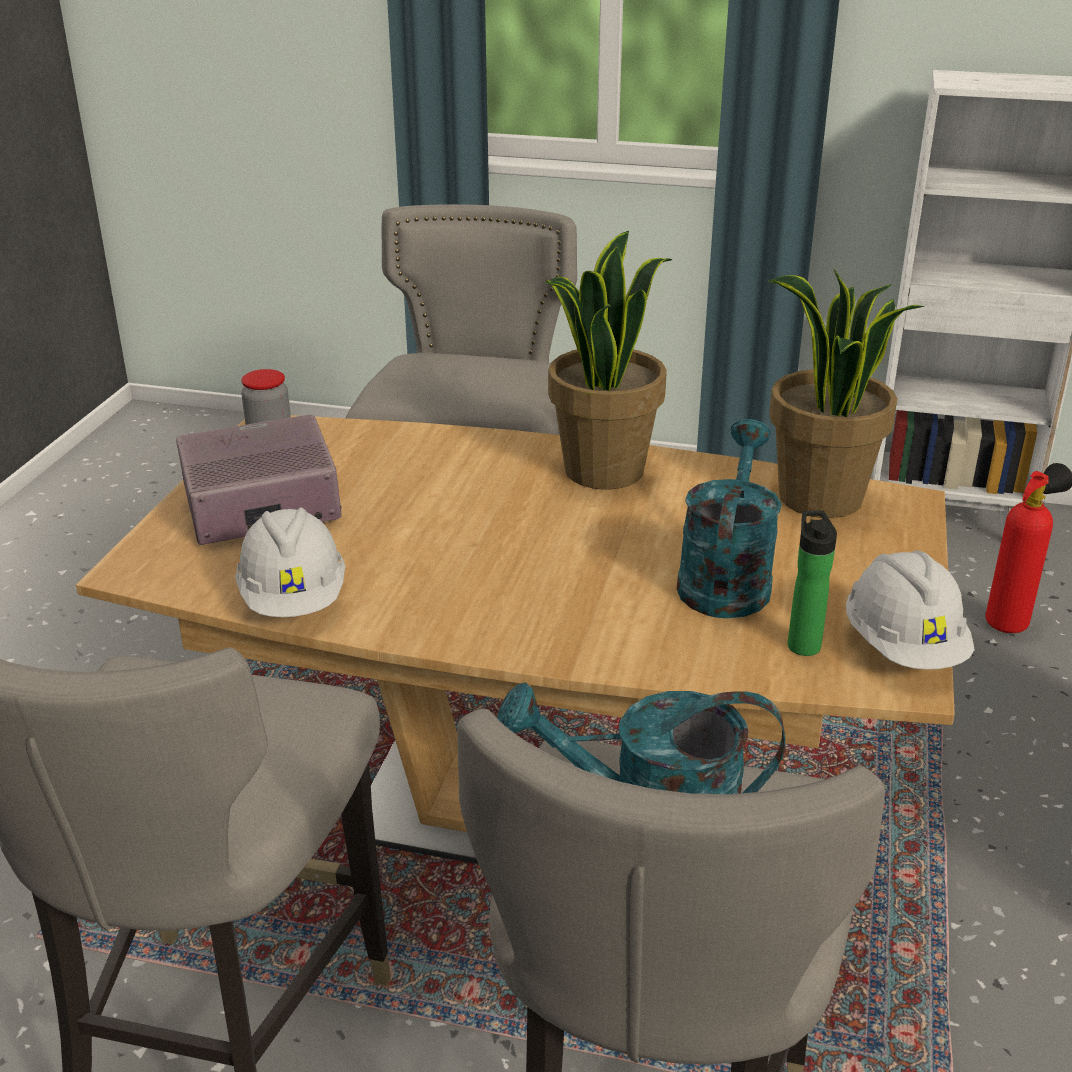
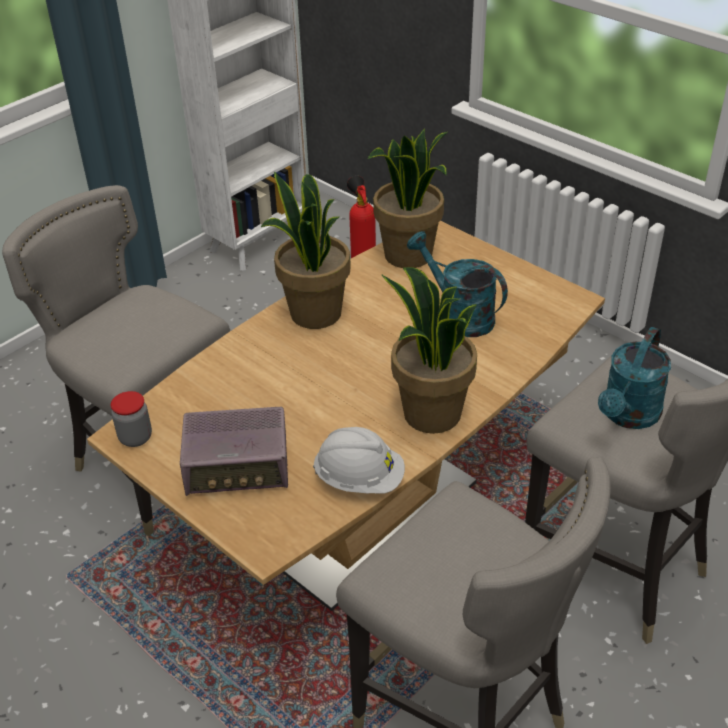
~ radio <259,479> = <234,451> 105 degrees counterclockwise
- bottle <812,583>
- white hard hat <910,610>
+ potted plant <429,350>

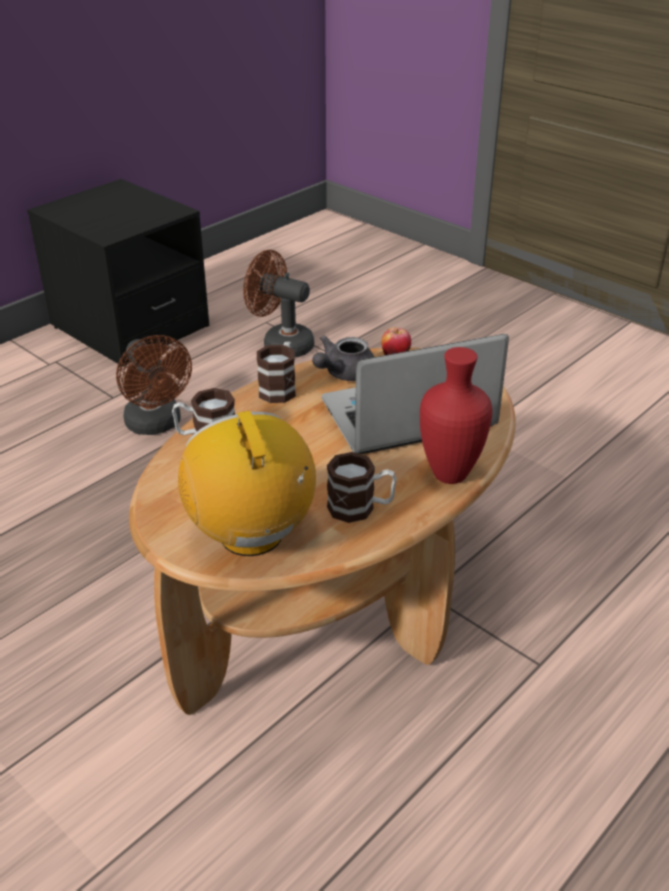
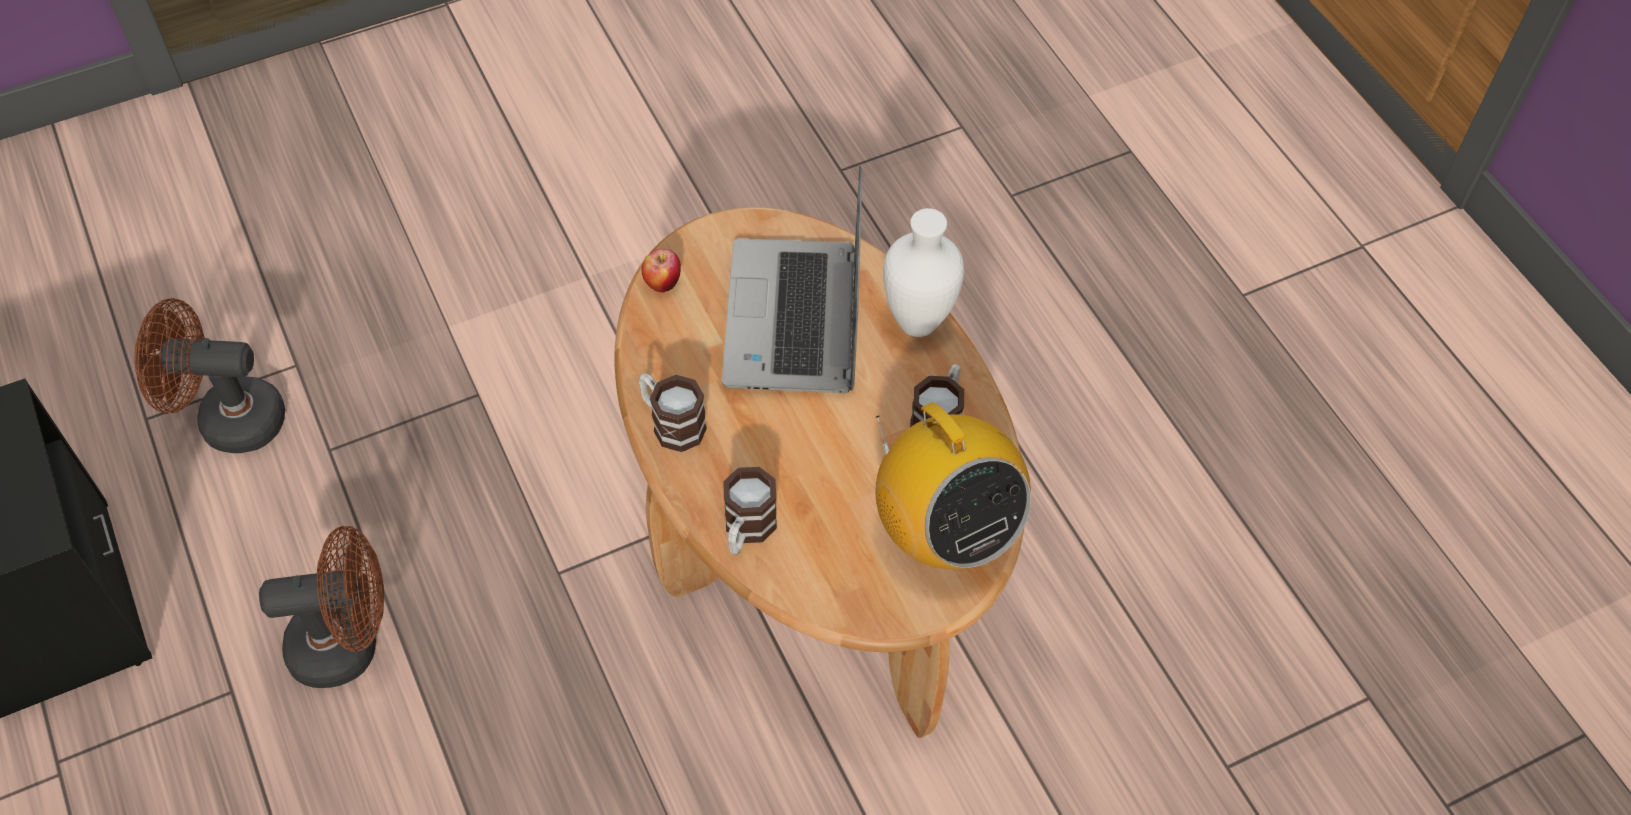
~ brown fan <278,303> = <209,375> 45 degrees clockwise
- grey teapot <343,358>
~ red vase <456,415> to white vase <923,272>
~ radio <247,483> = <953,485> 120 degrees counterclockwise

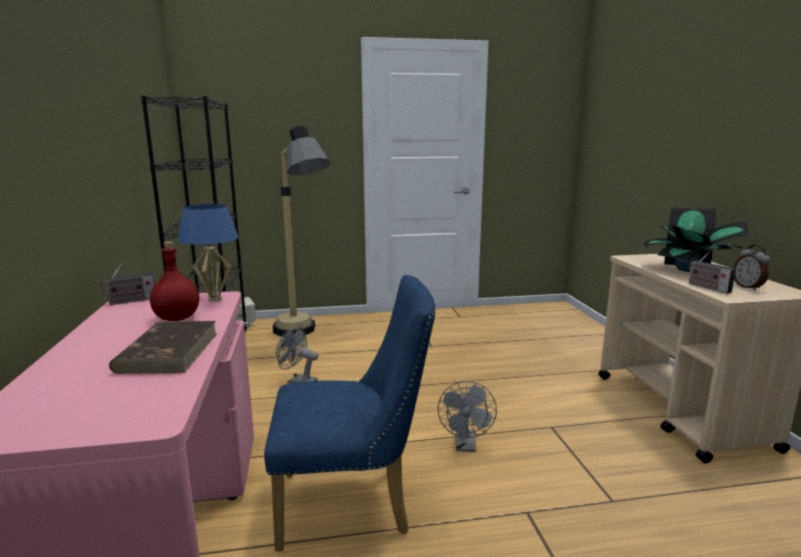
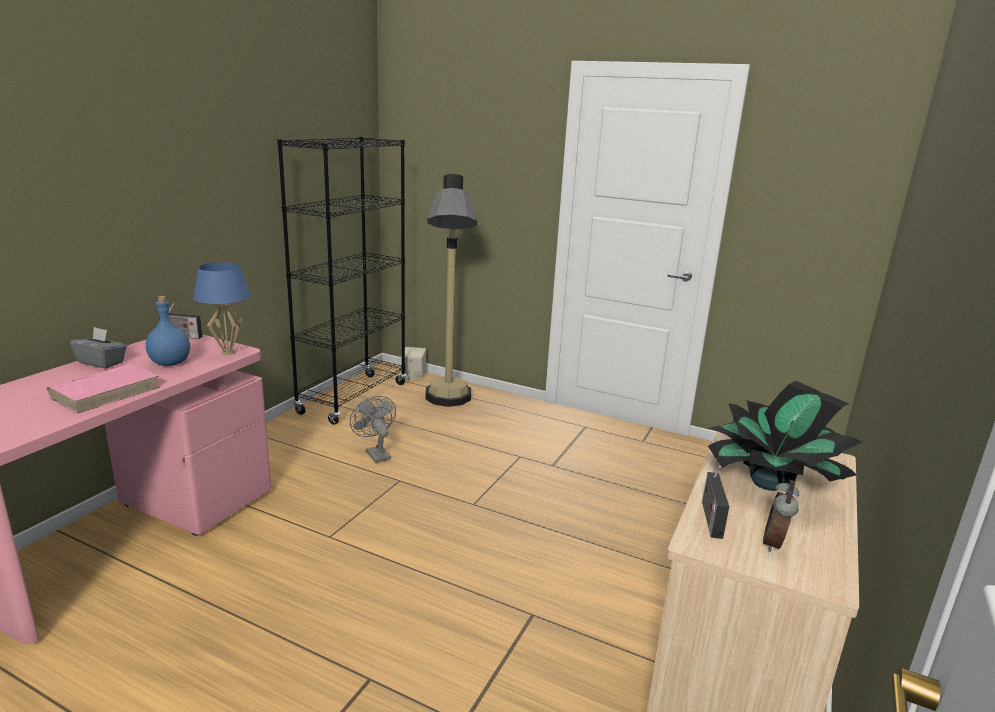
~ red bottle <174,281> to blue bottle <168,331>
- blue chair <350,413>
~ brown book <163,347> to pink book <103,389>
- grey fan <467,416>
+ grey tissue box <98,348>

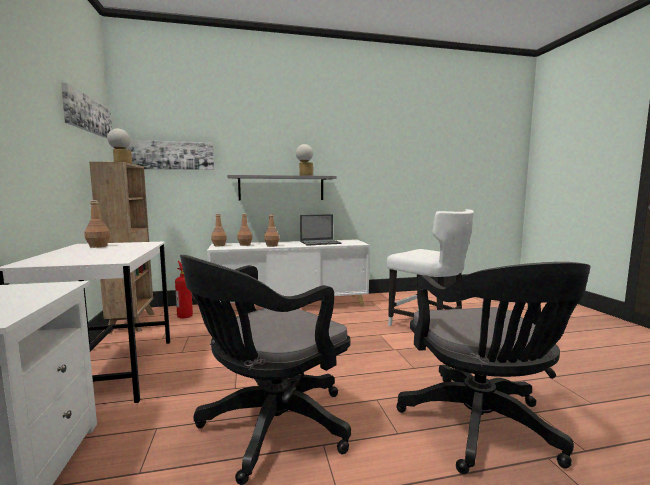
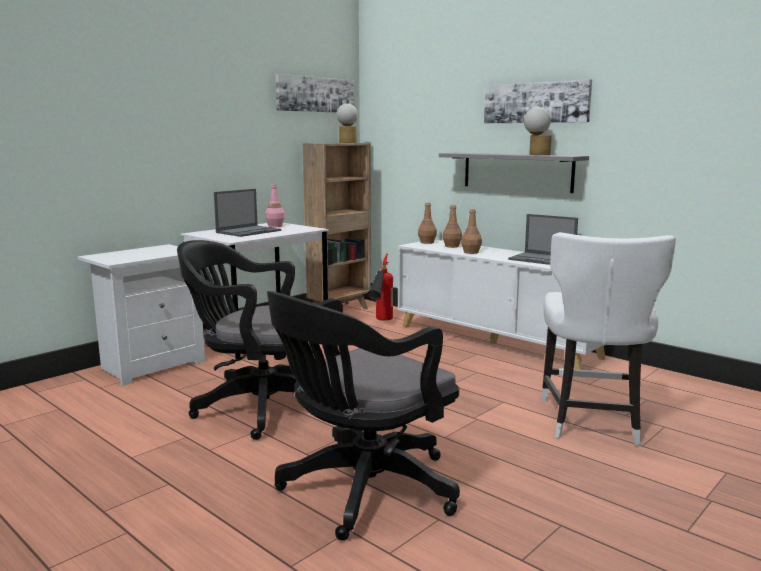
~ picture <170,155> to <538,101>
~ brown bottle <97,224> to pink bottle <275,205>
+ laptop <247,213>

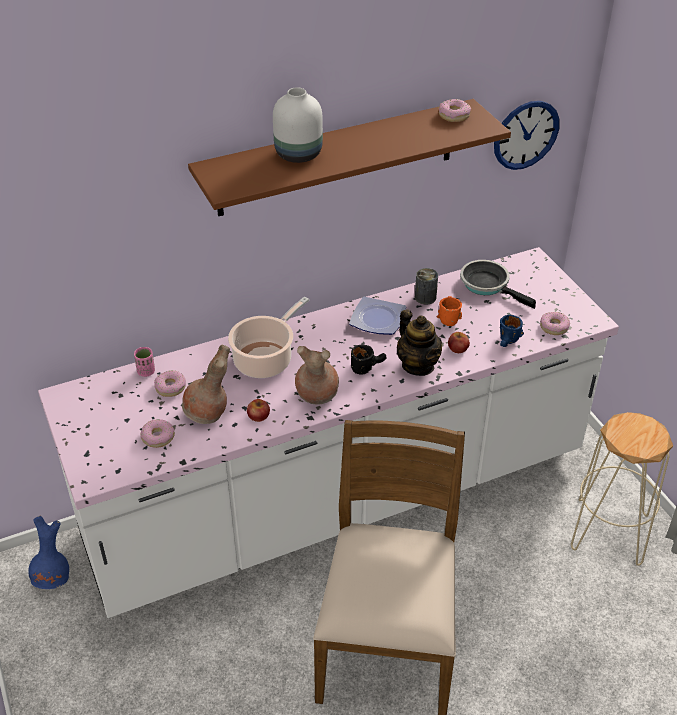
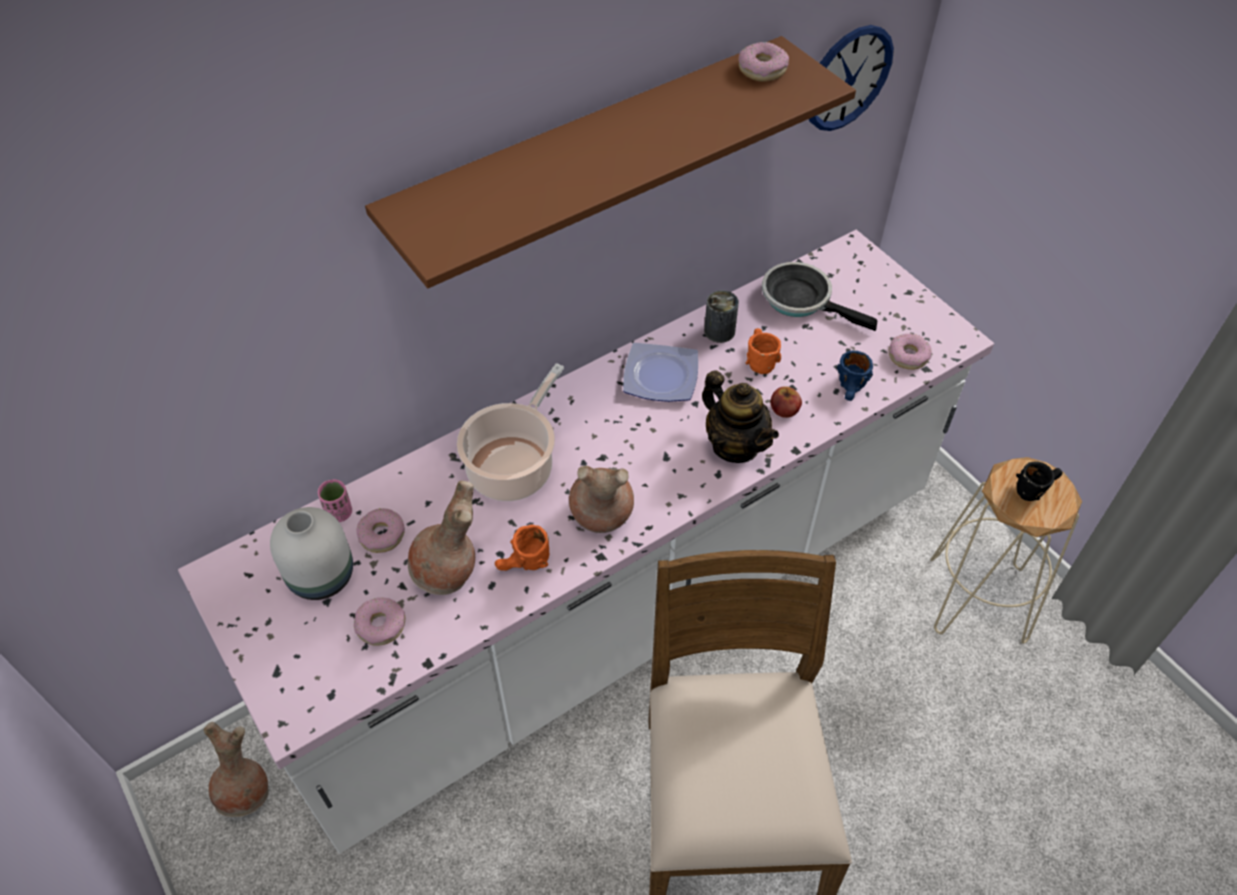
~ white vase <298,125> to <311,553>
~ black mug <369,360> to <1039,481>
~ apple <258,410> to orange mug <522,547>
~ blue vase <48,552> to brown vase <236,769>

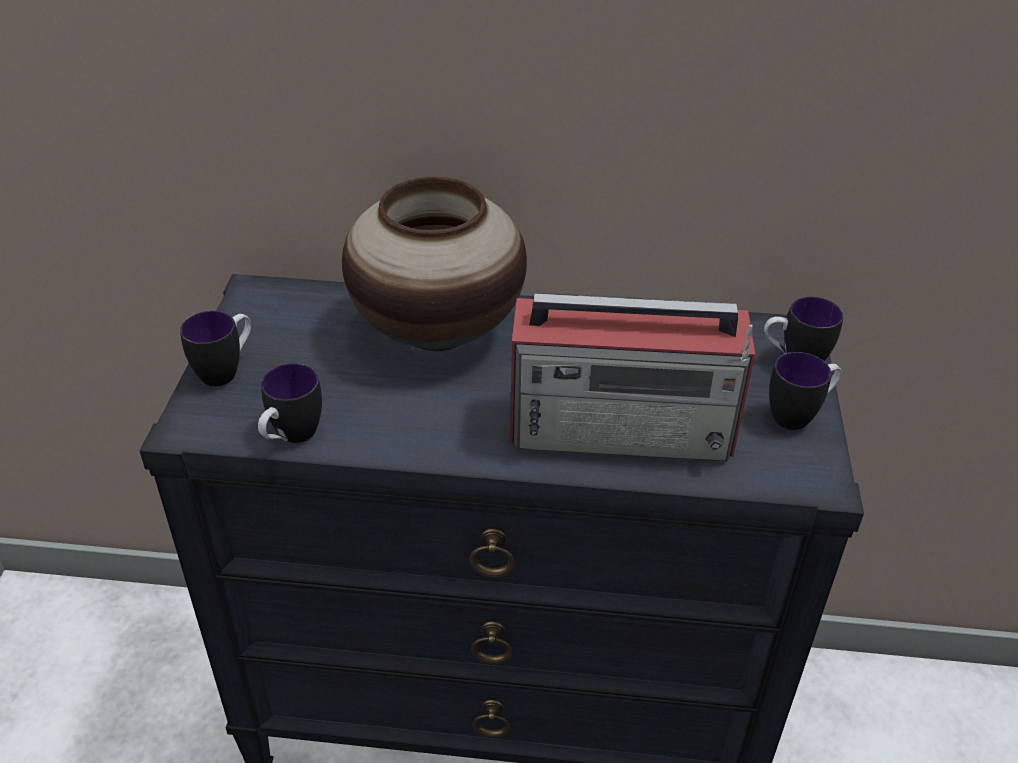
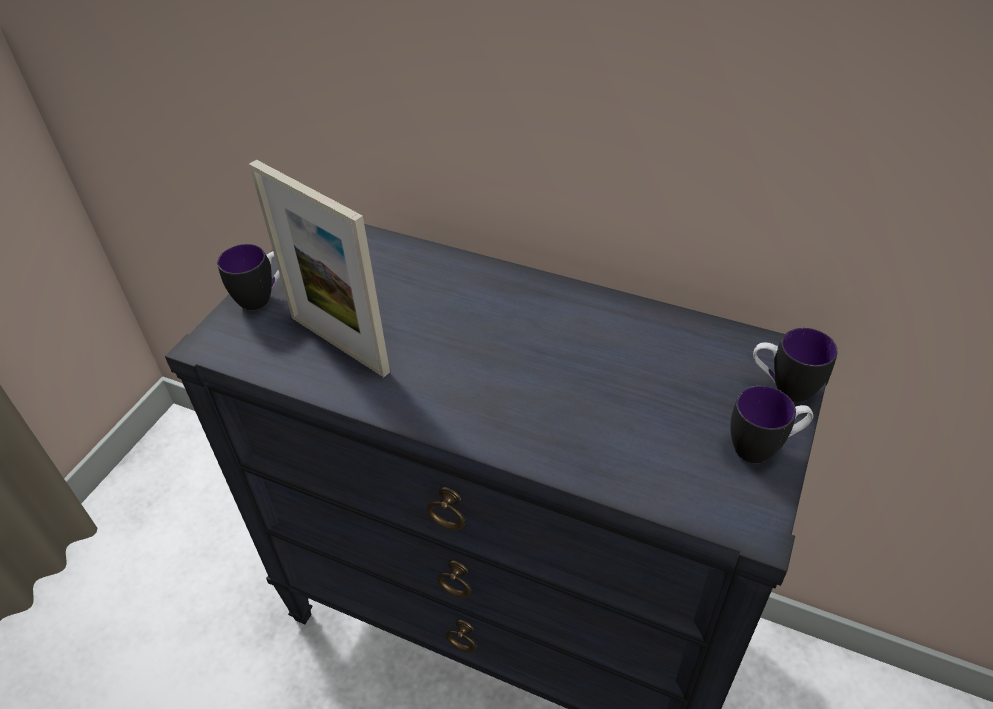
- vase <434,264>
- radio <632,377>
- mug <290,403>
+ picture frame <319,268>

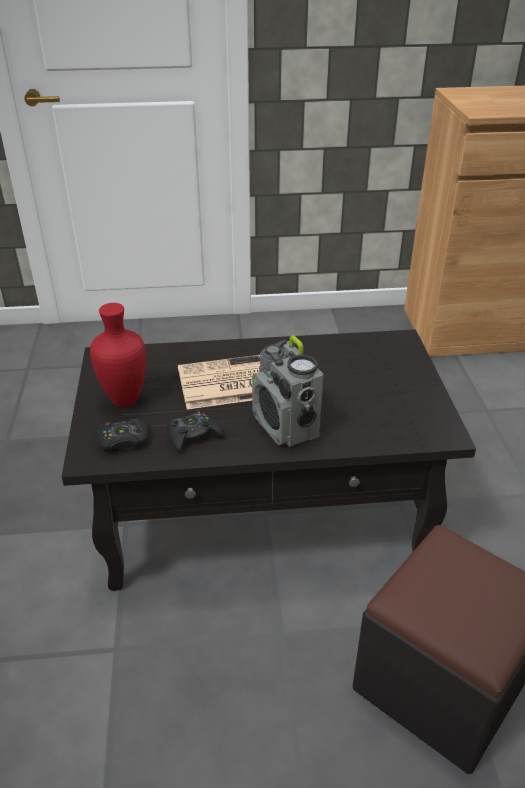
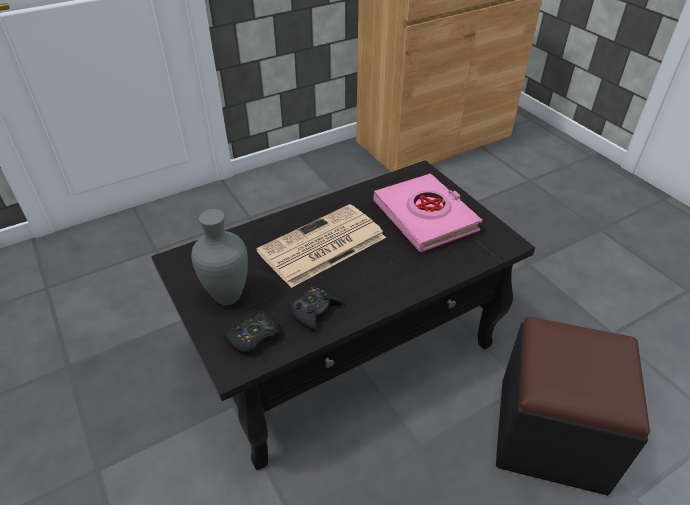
~ red vase <118,355> to grey vase <219,257>
- radio <287,391>
+ pink book <427,212>

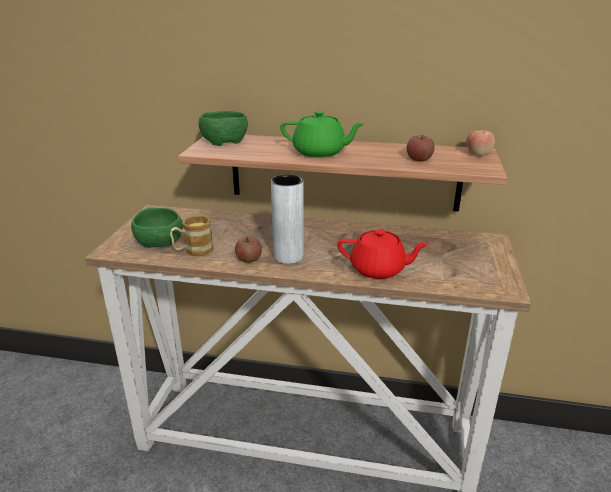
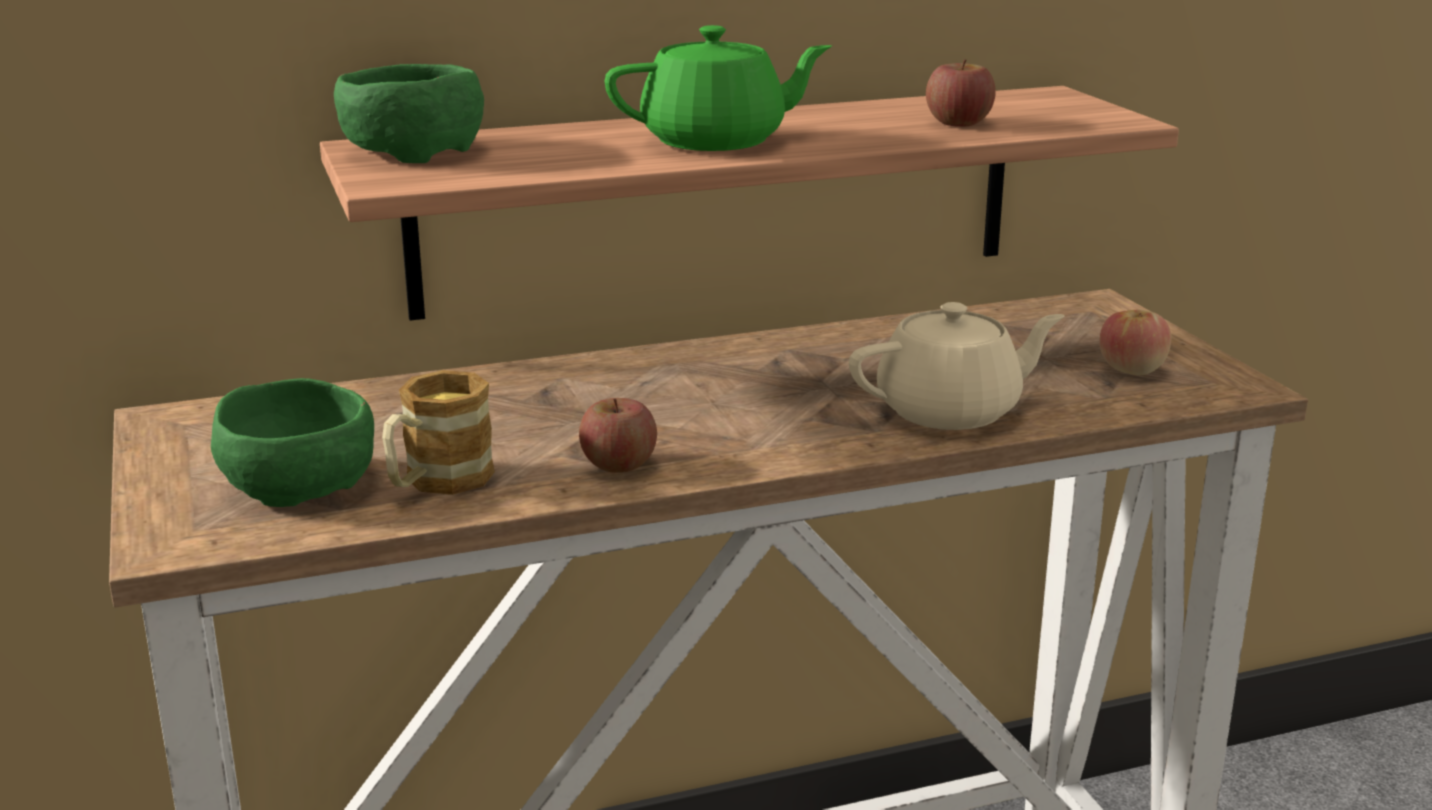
~ apple <480,143> to <1135,342>
- grey vase <287,219>
~ red teapot <383,254> to beige teapot <957,366>

